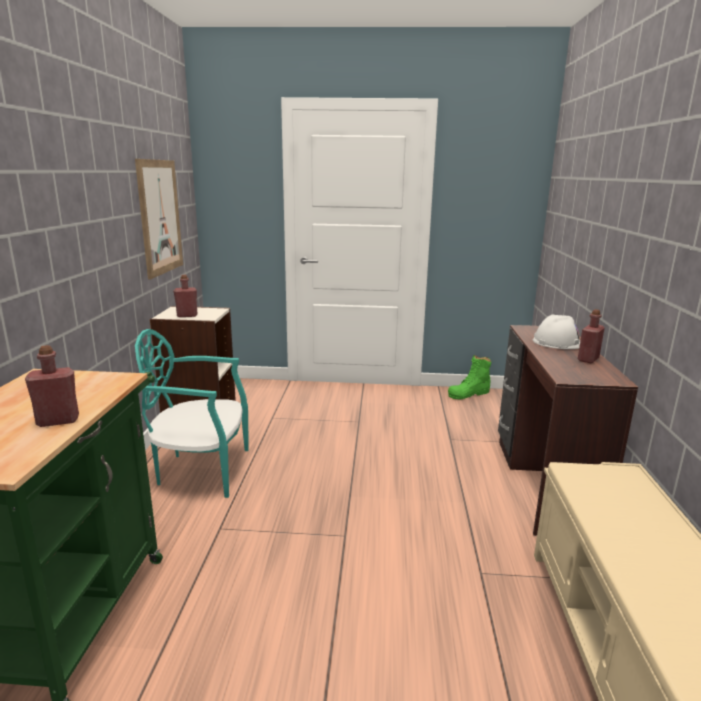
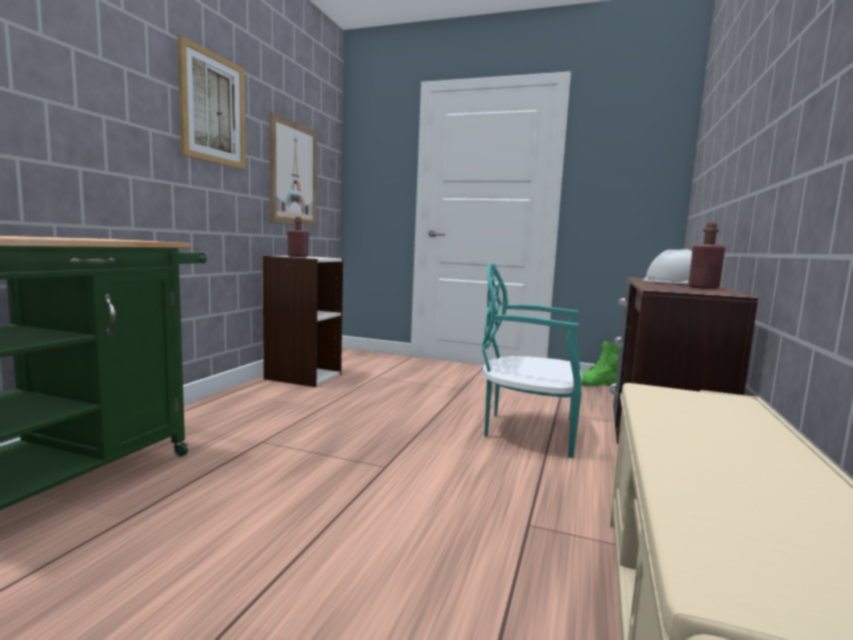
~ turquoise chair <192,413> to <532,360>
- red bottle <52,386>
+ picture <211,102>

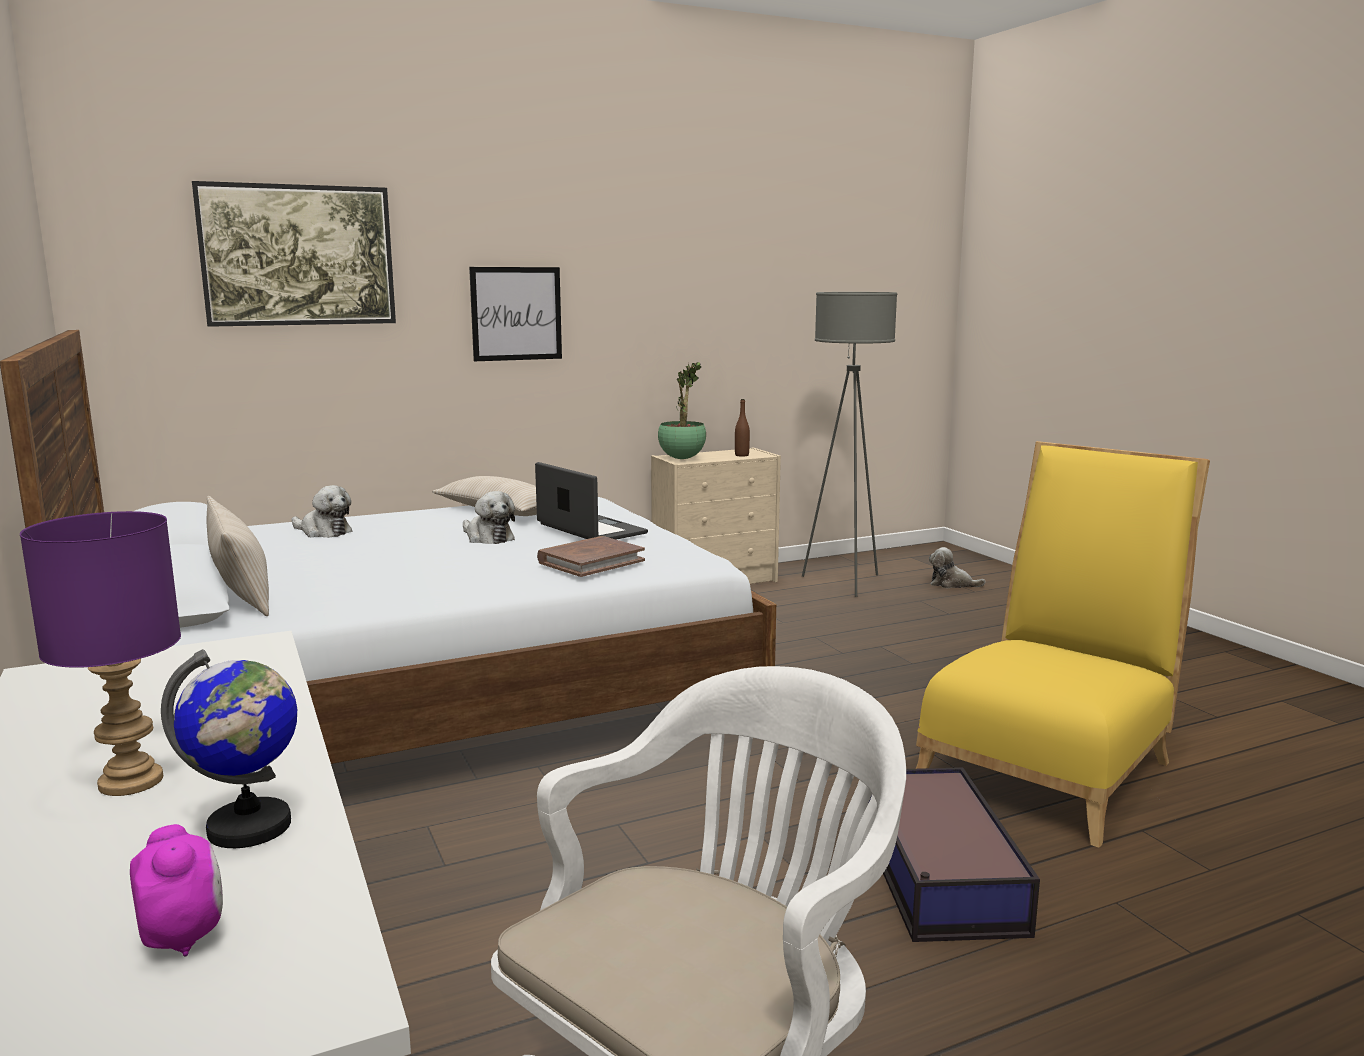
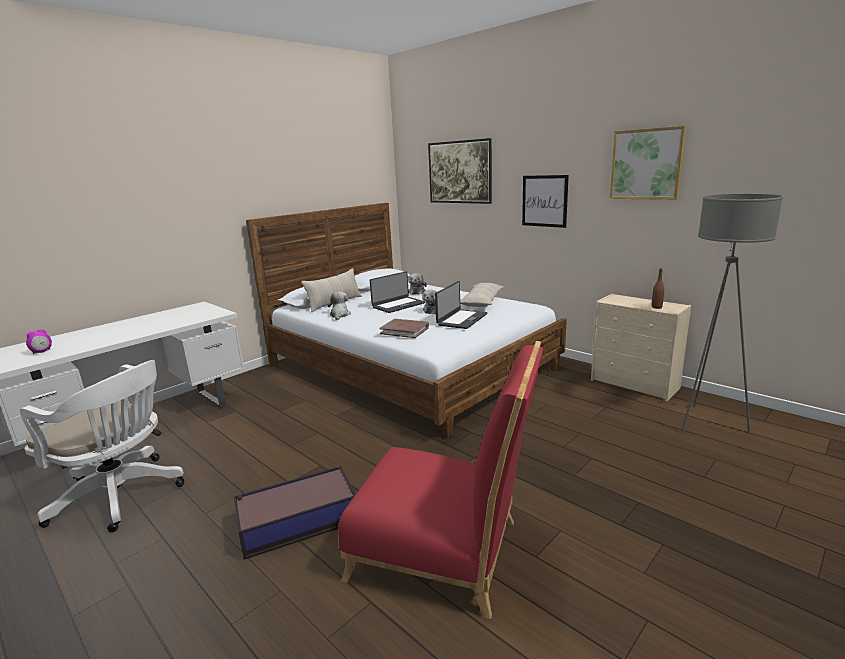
- potted plant <682,410>
~ yellow chair <1063,644> to red chair <440,480>
- purple table lamp <100,653>
~ plush toy <957,567> to <339,305>
- globe <229,748>
+ picture <648,163>
+ laptop <397,292>

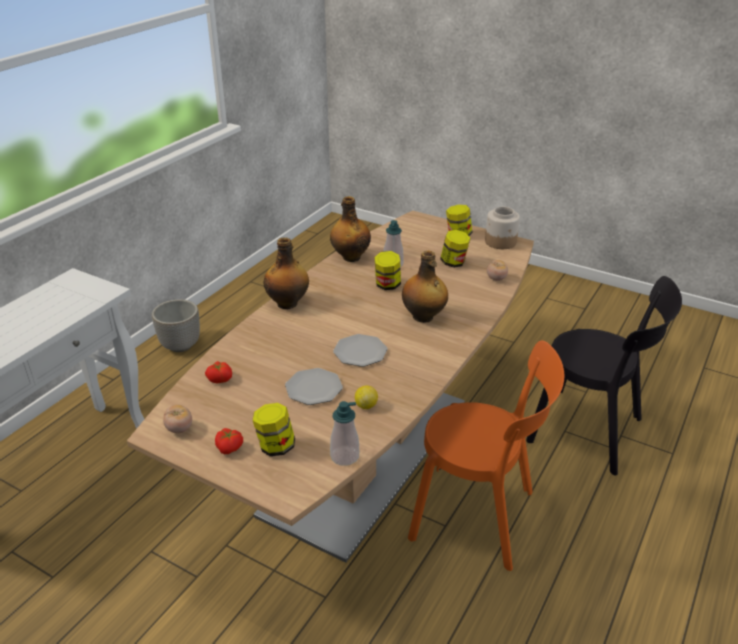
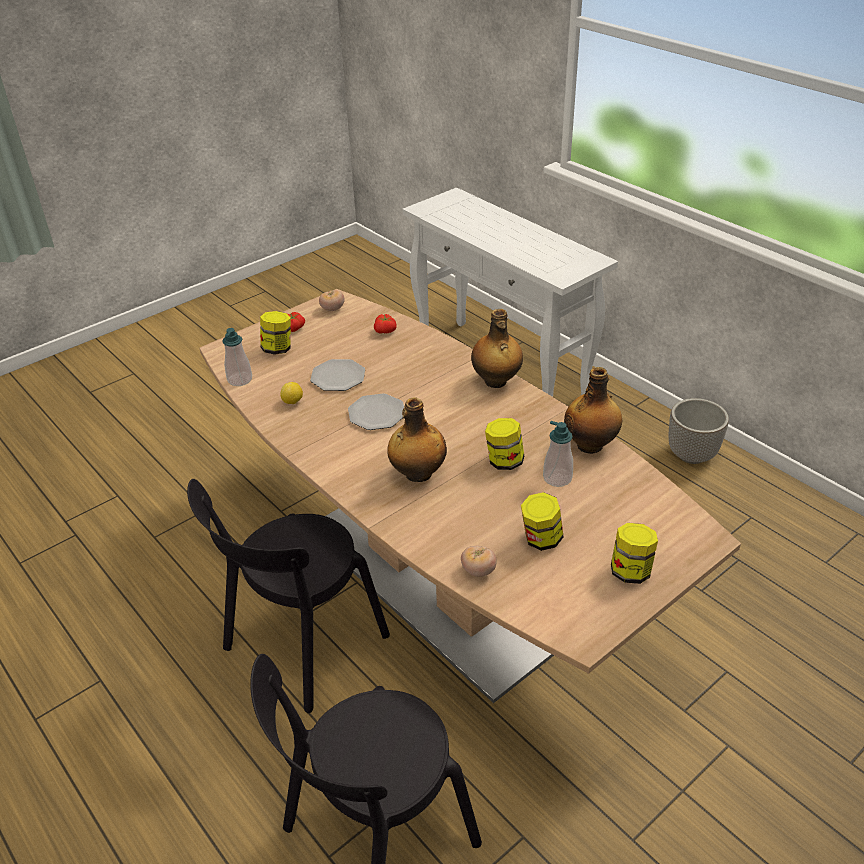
- jar <502,228>
~ orange chair <486,456> to black chair <288,596>

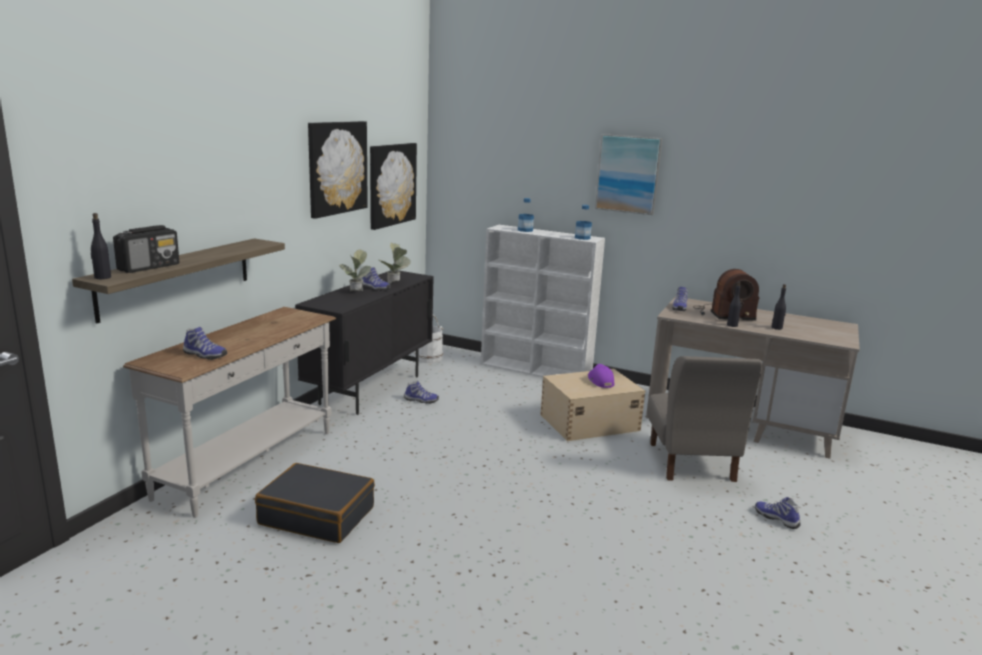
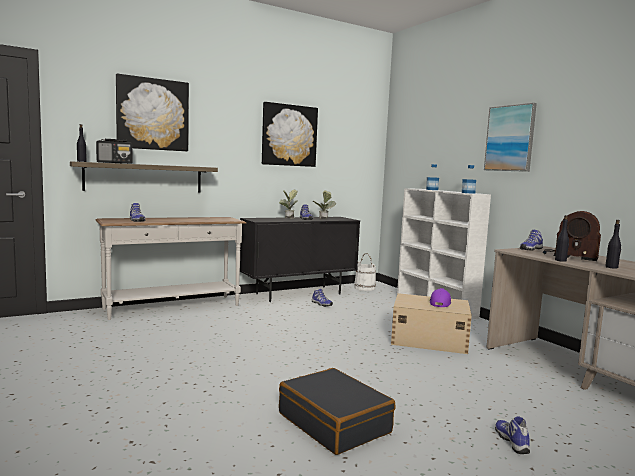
~ picture <393,186> to <152,112>
- grey chair <704,419>
~ black suitcase <315,503> to <337,411>

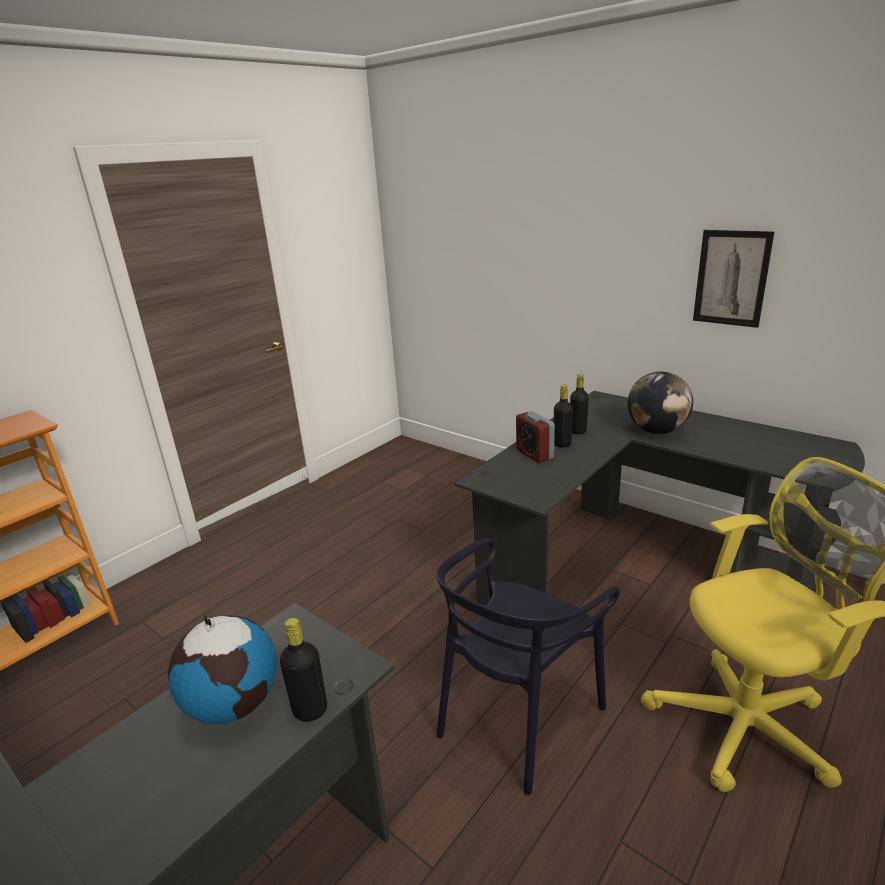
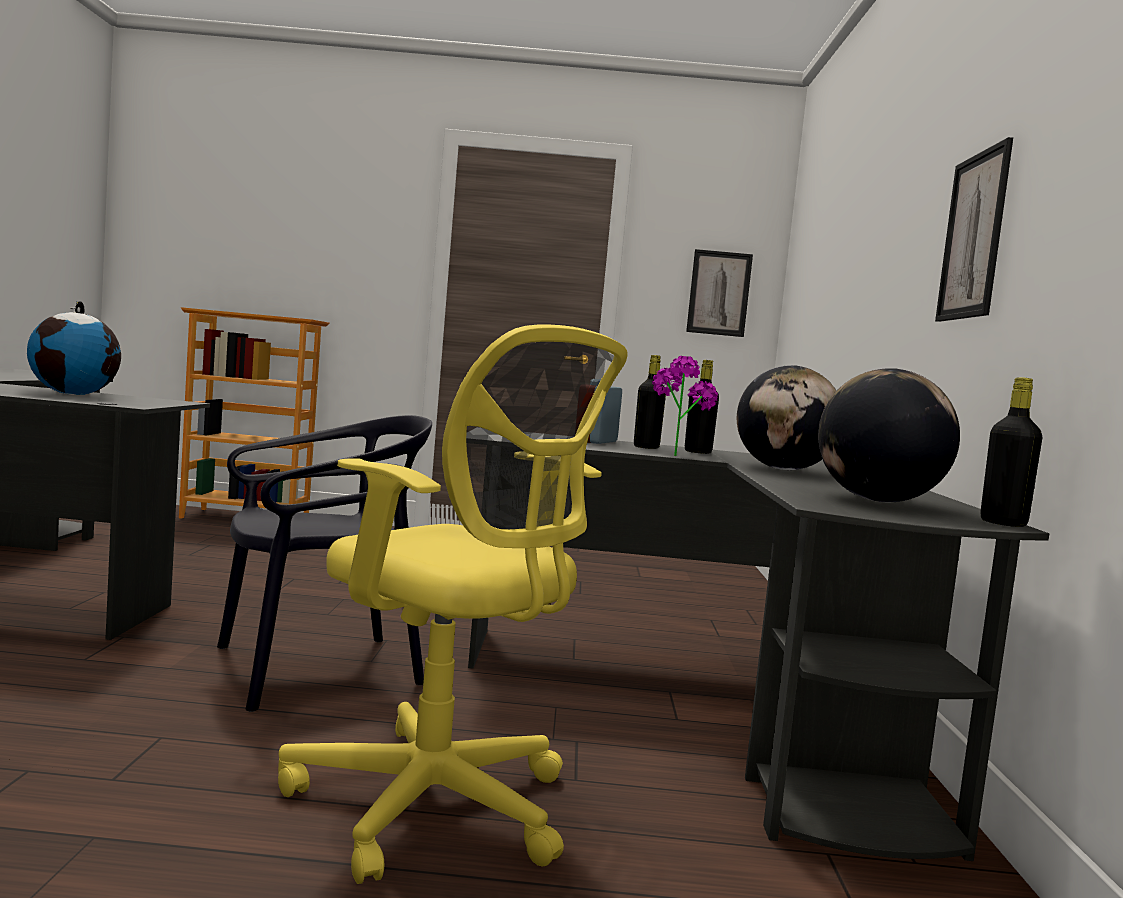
~ black chair <528,666> = <324,563> 150 degrees clockwise
~ black bottle <303,670> to <1011,452>
+ picture <719,293>
+ potted plant <685,406>
+ globe <889,435>

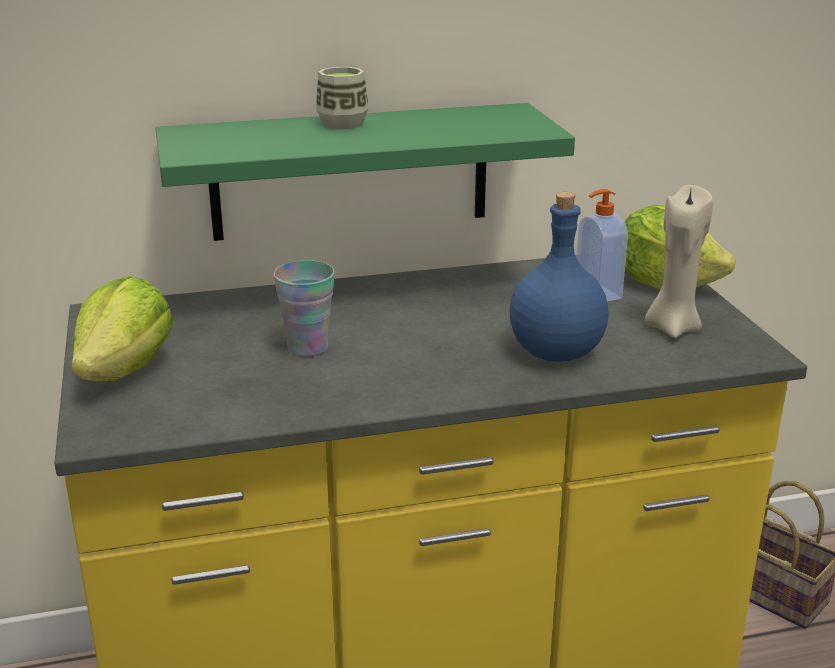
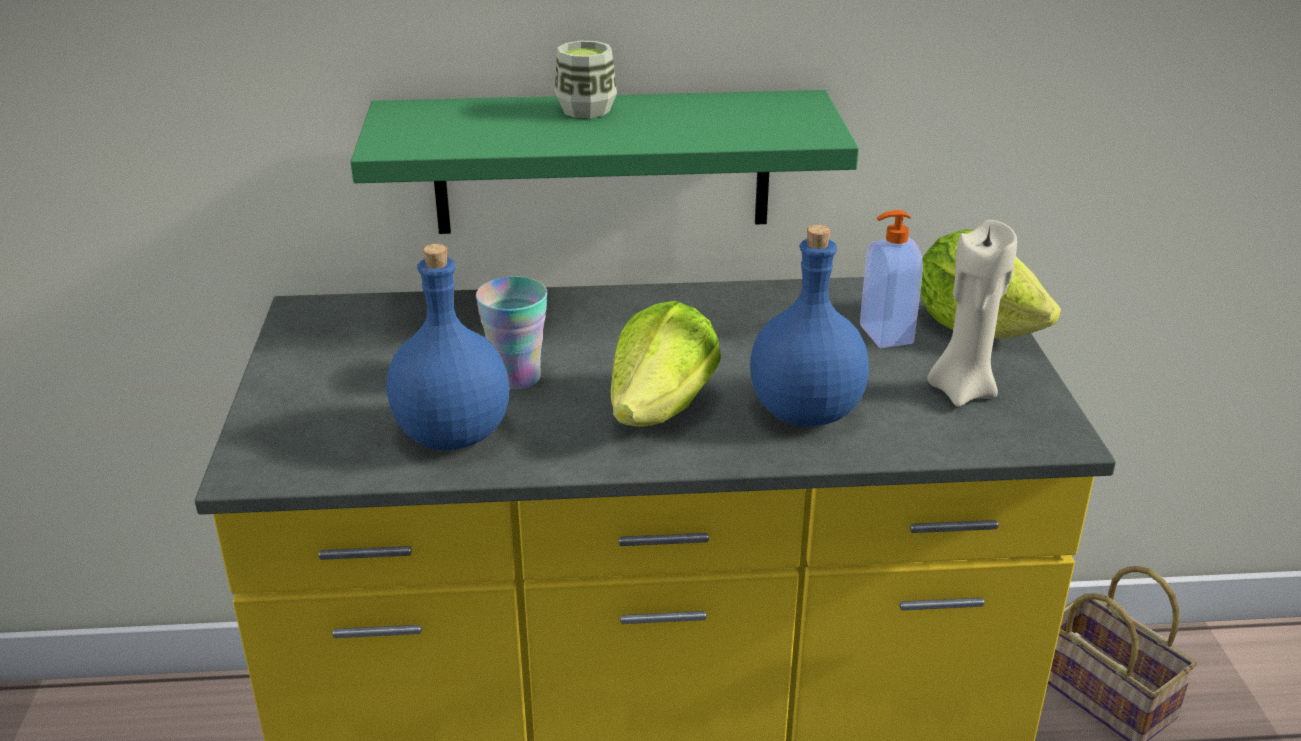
~ lettuce <123,328> to <666,364>
+ blue bottle <448,347>

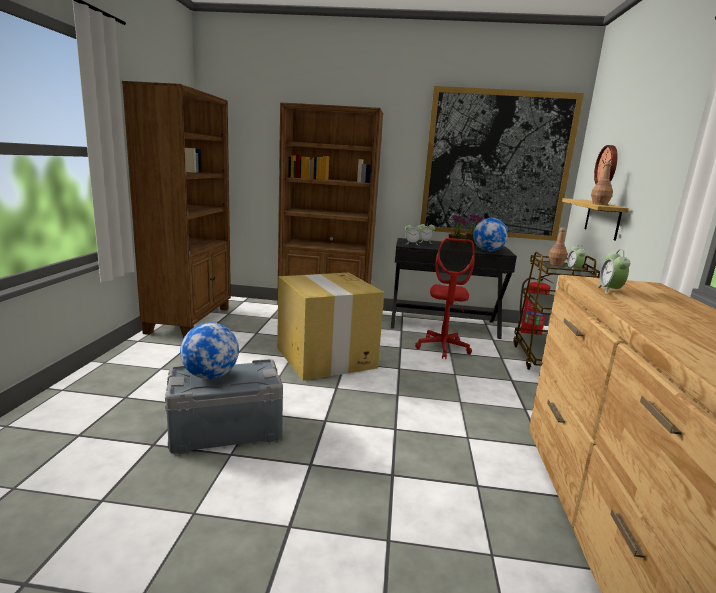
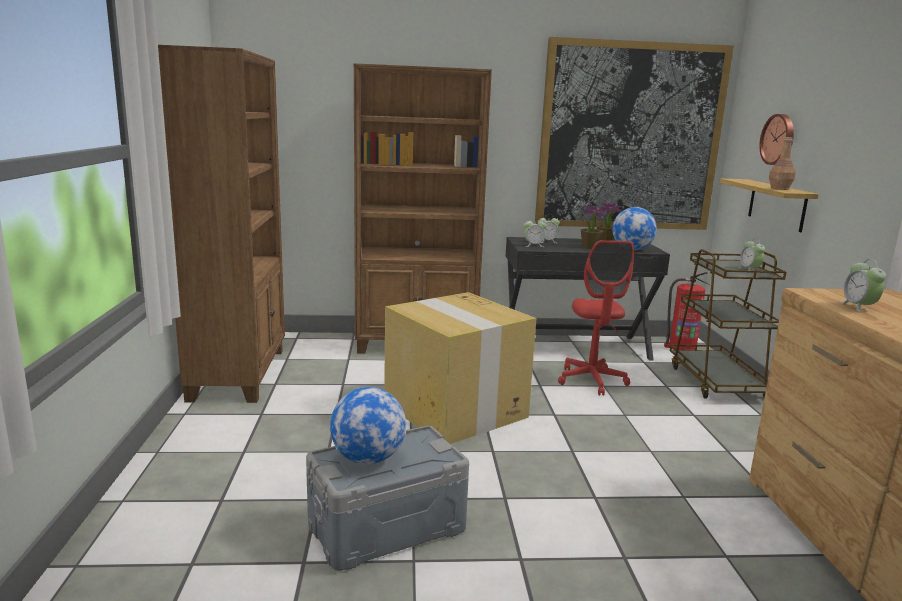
- brown bottle <557,247>

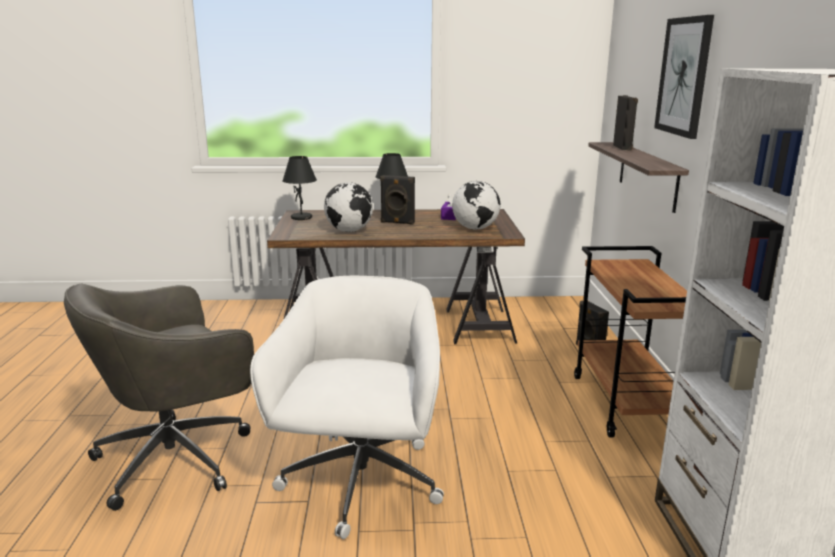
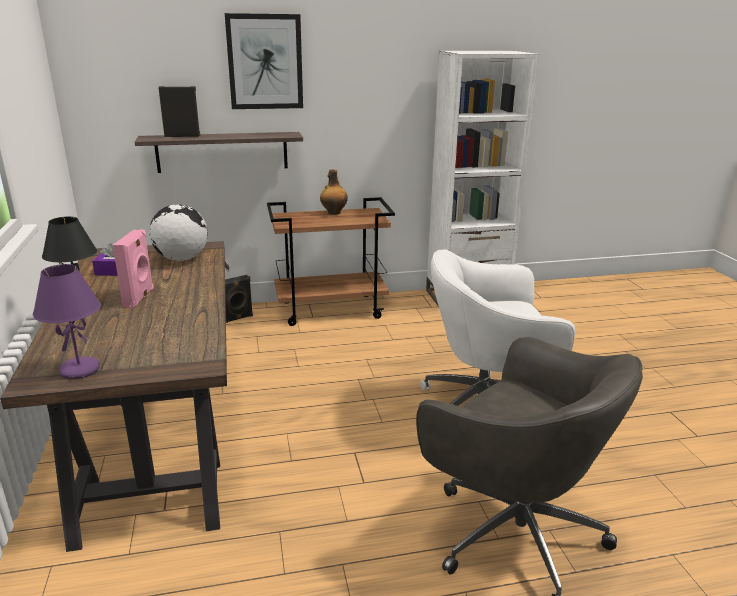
~ black table lamp <299,188> to purple table lamp <67,321>
~ black speaker <397,200> to pink speaker <133,268>
- globe <348,207>
+ bottle <334,191>

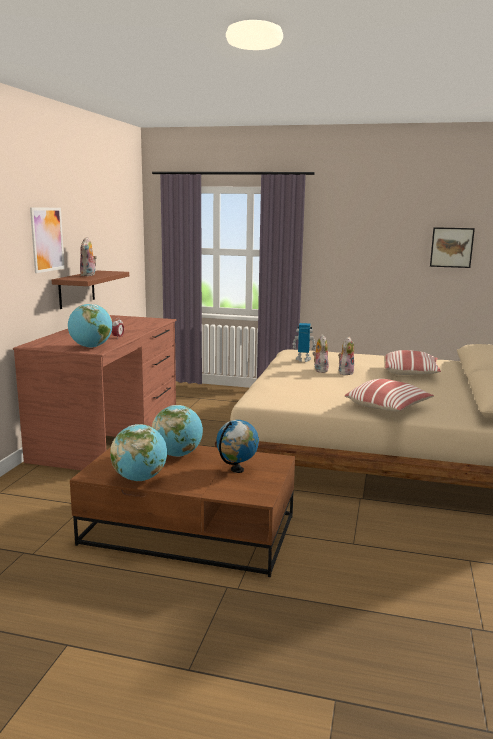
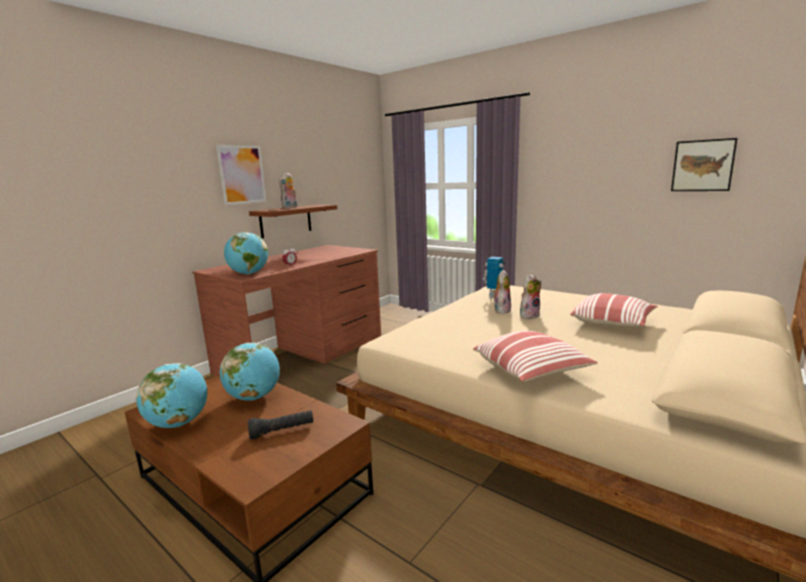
~ globe <237,446> to black flashlight <280,424>

